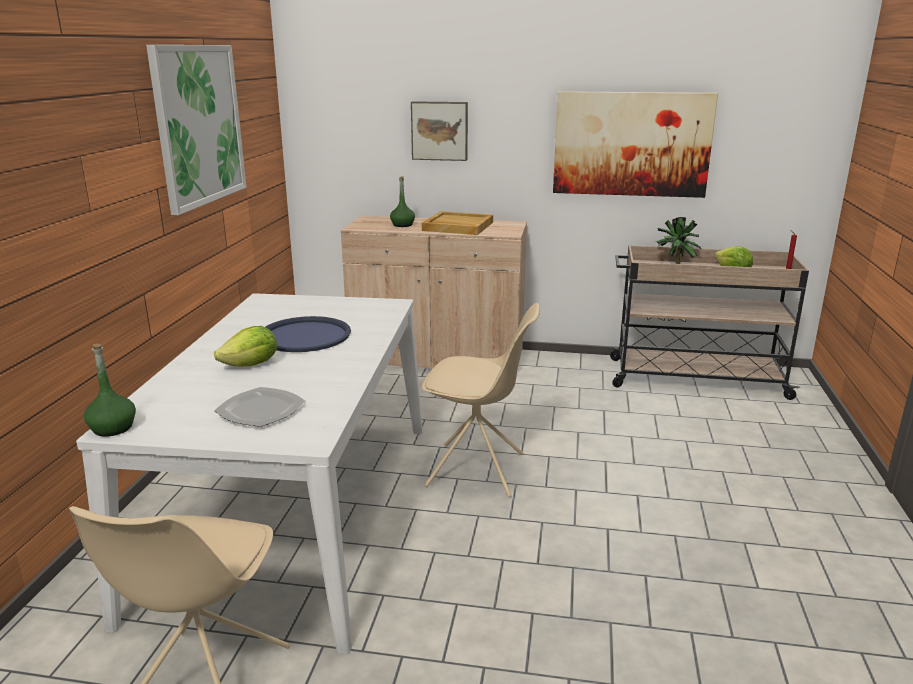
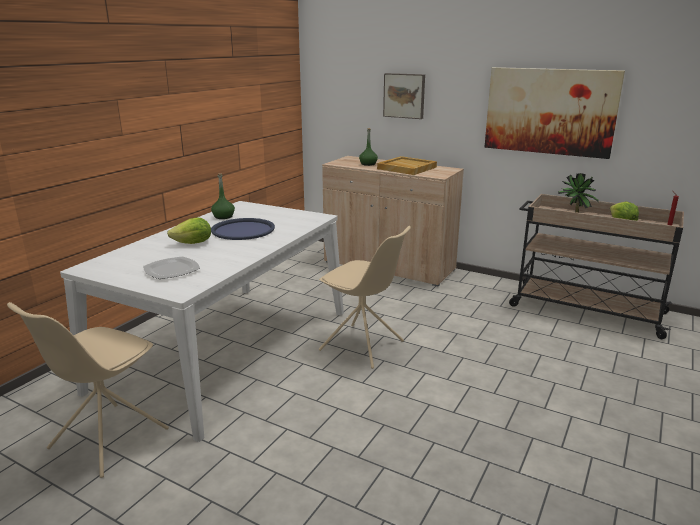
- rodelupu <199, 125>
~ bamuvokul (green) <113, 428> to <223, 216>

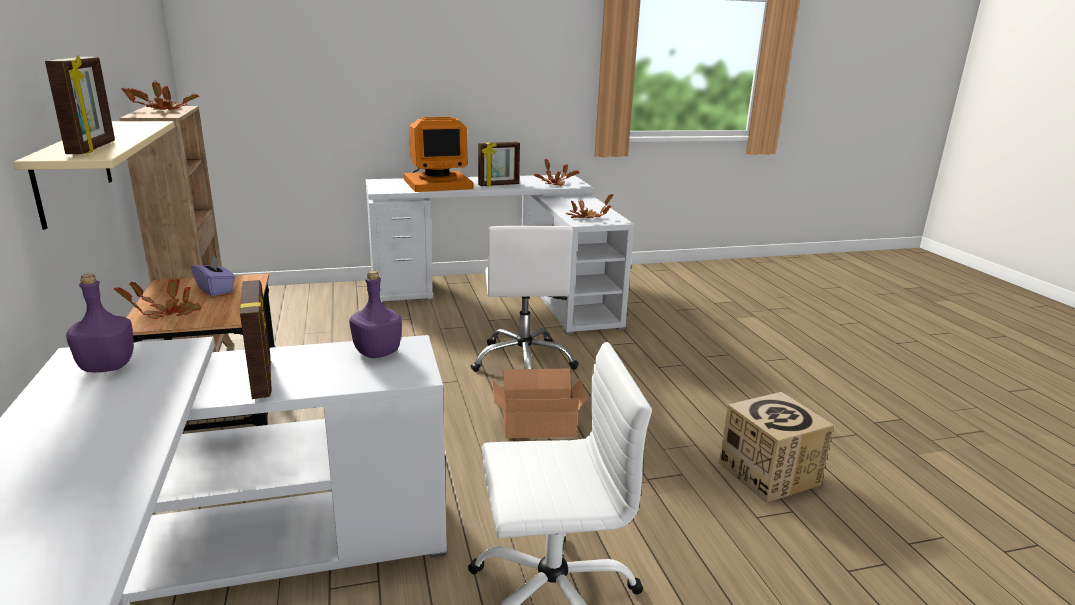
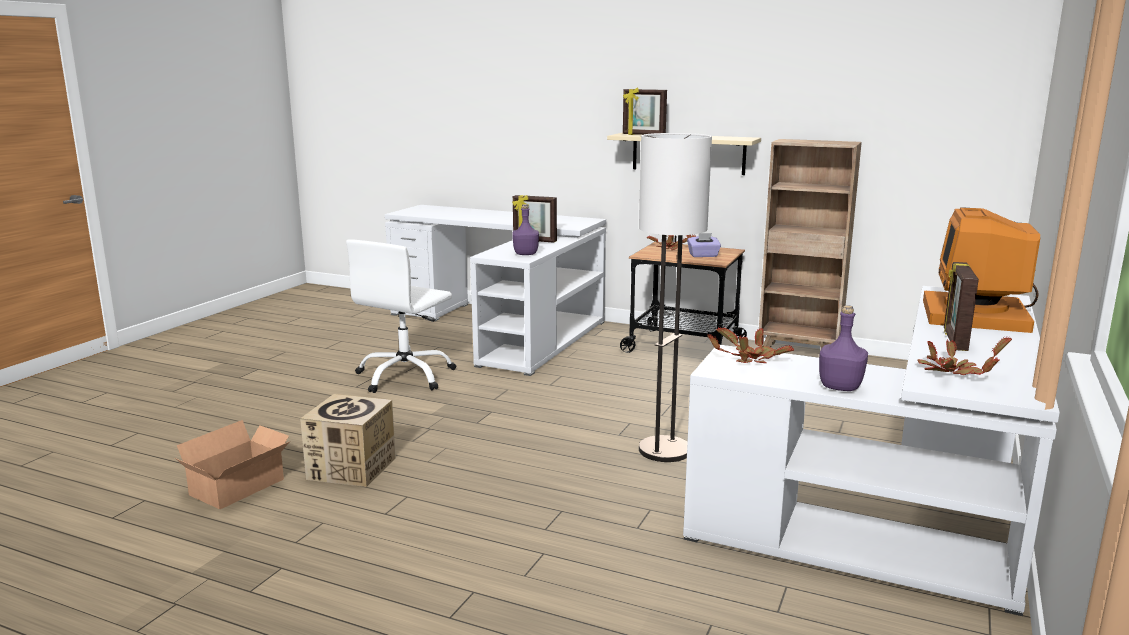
- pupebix <163, 110>
~ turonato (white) <524, 362> to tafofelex <664, 450>
~ bamuvokul (purple) <106, 366> to <840, 386>
~ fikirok <536, 423> to <241, 487>

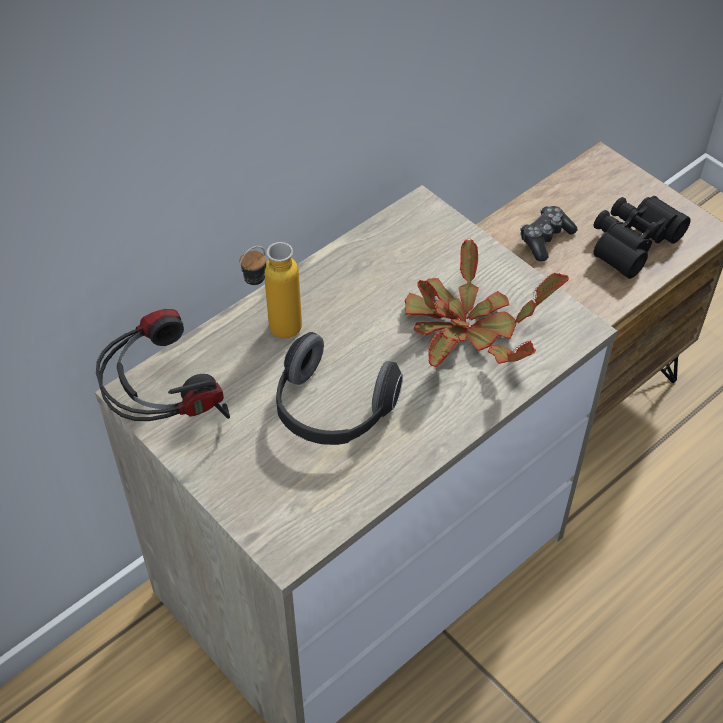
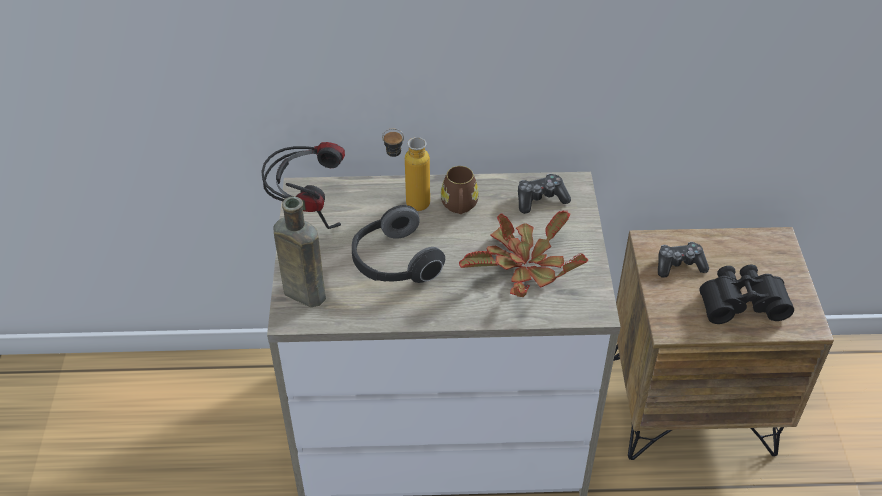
+ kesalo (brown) <459, 207>
+ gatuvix <540, 199>
+ bamuvokul (brown) <301, 292>

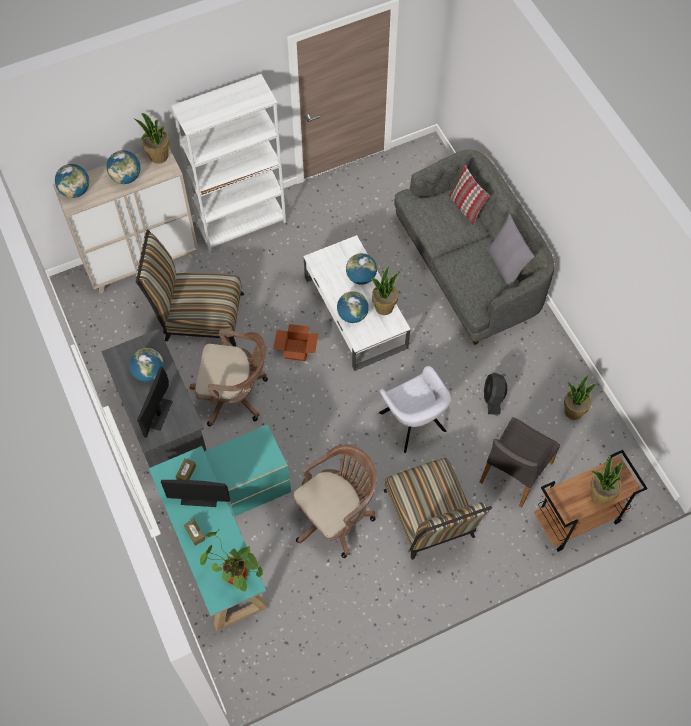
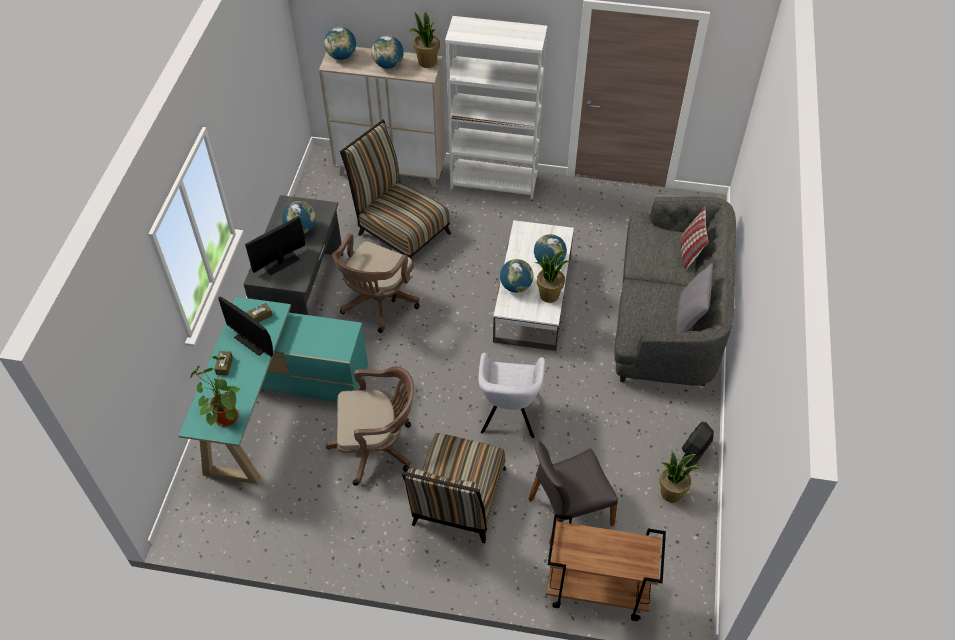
- fikirok <296, 349>
~ turonato (brown) <234, 395> = <377, 304> 75 degrees clockwise
~ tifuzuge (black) <493, 398> to <694, 452>
- pupebix <600, 494>

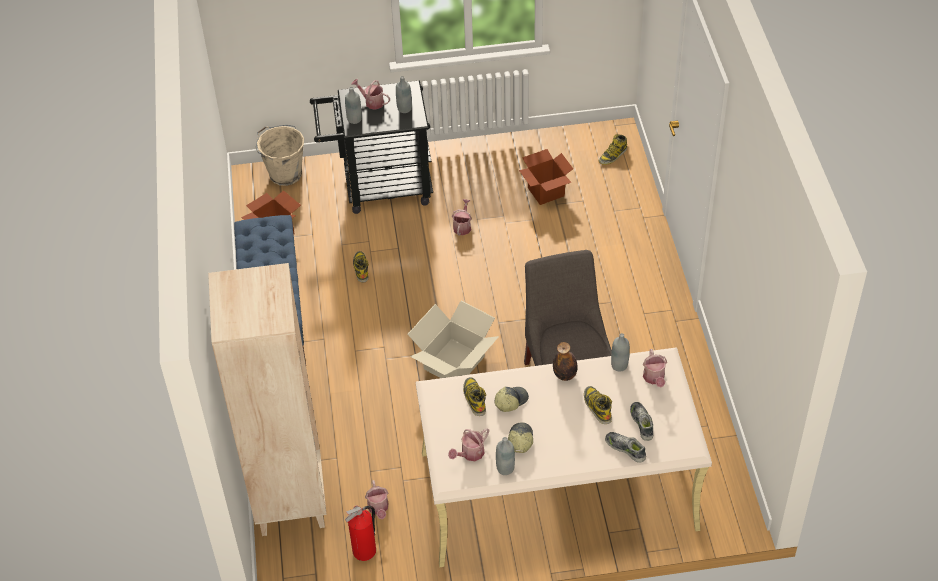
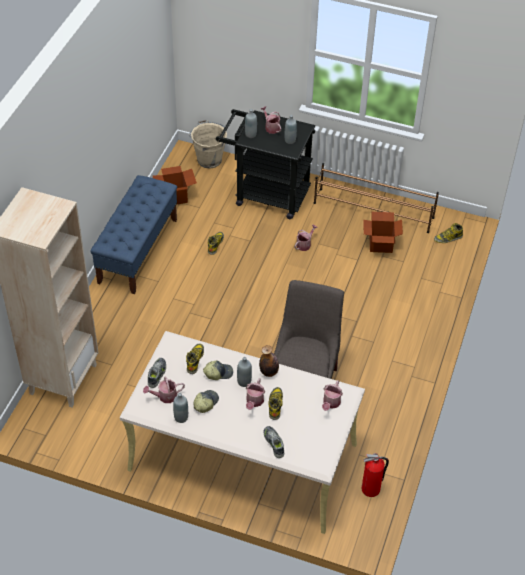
- fikirok <455, 362>
~ bamuvokul (grey) <619, 365> to <244, 382>
~ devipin <642, 423> to <157, 374>
~ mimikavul <378, 508> to <254, 402>
~ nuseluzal <365, 551> to <371, 489>
+ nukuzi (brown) <374, 211>

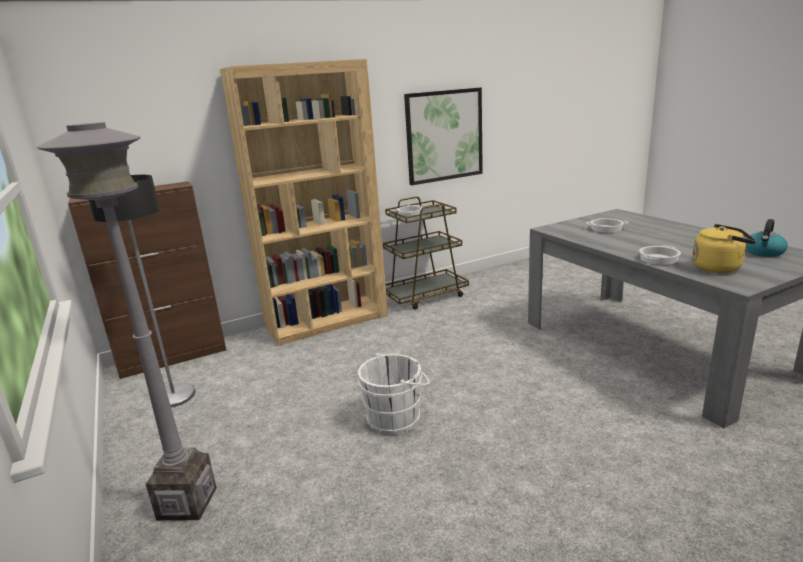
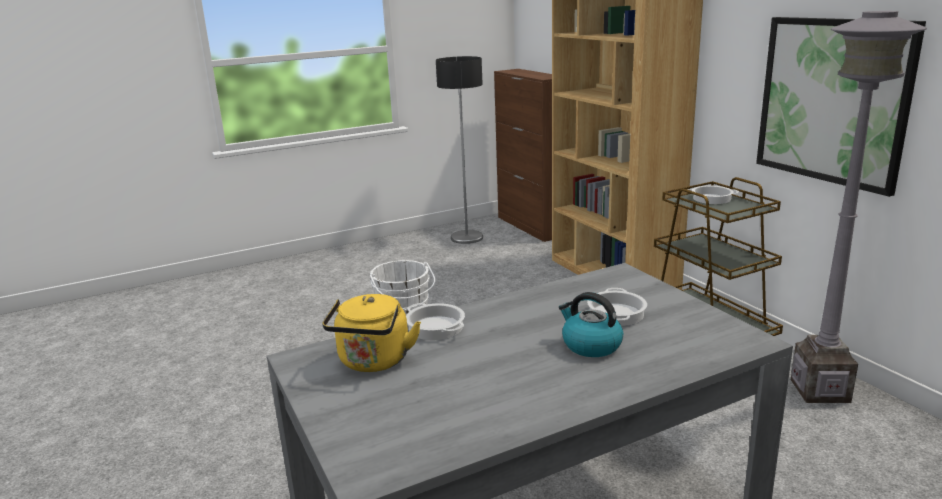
~ tafofelex (grey) <187, 502> to <820, 390>
~ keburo <764, 252> to <590, 345>

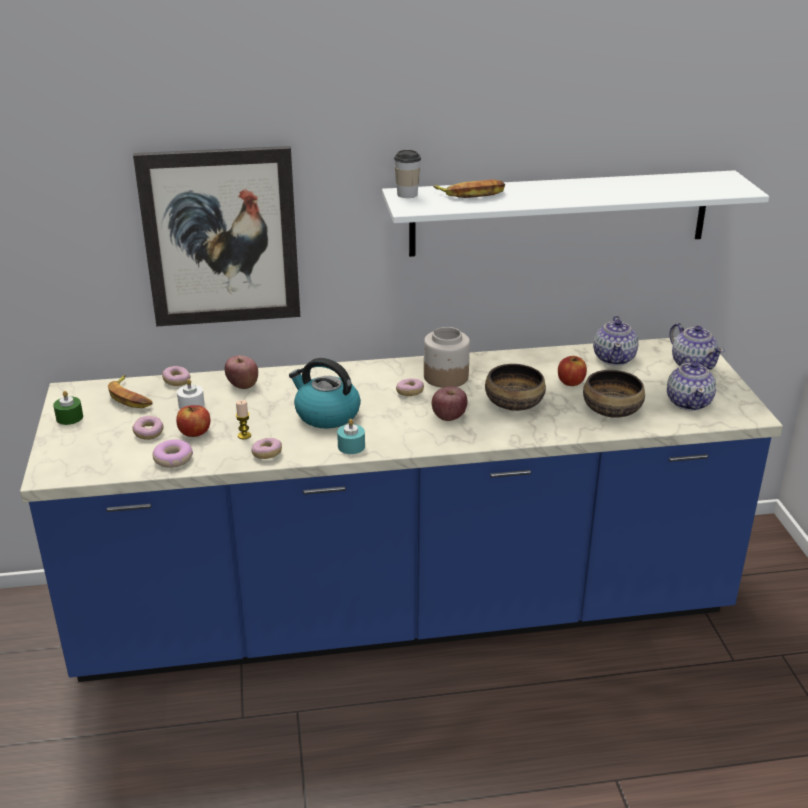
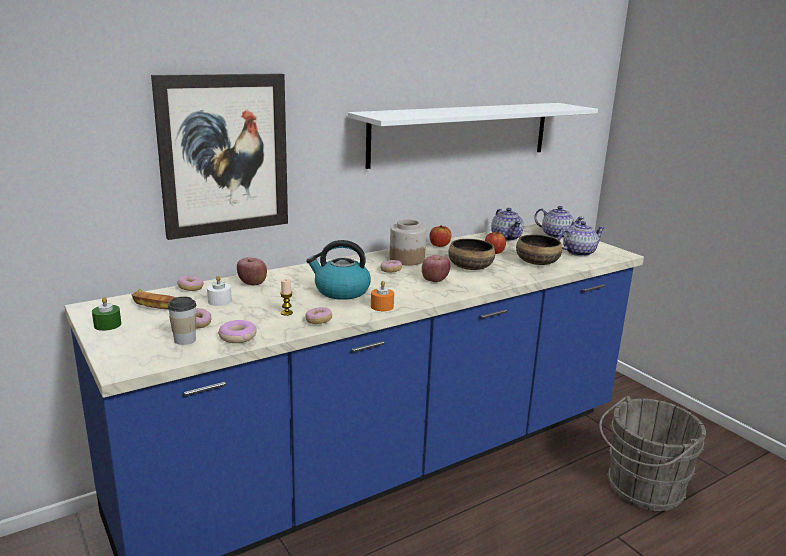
~ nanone <407, 194> to <185, 340>
- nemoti <471, 194>
~ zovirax <689, 402> = <578, 252> 90 degrees counterclockwise
~ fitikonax <194, 432> to <439, 245>
~ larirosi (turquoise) <351, 446> to larirosi (orange) <382, 306>
+ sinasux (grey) <641, 489>

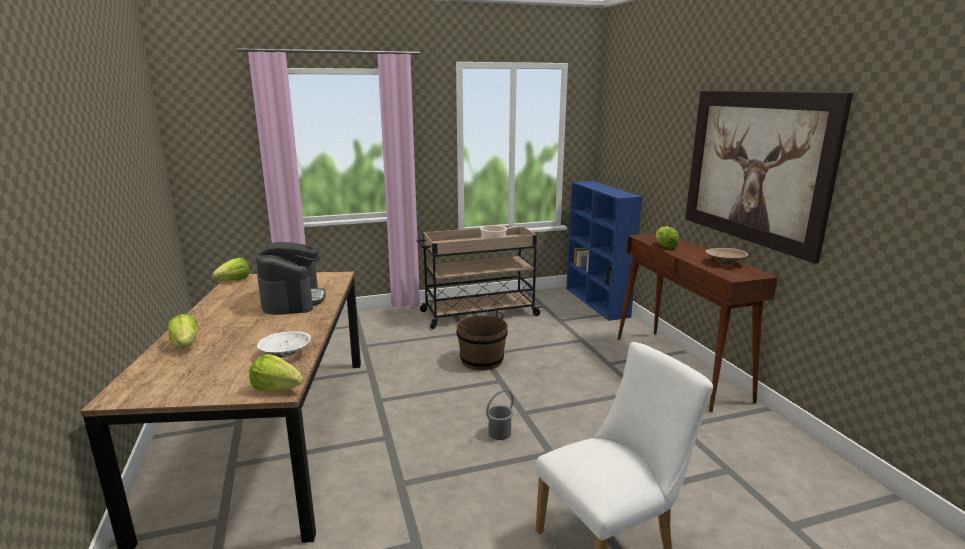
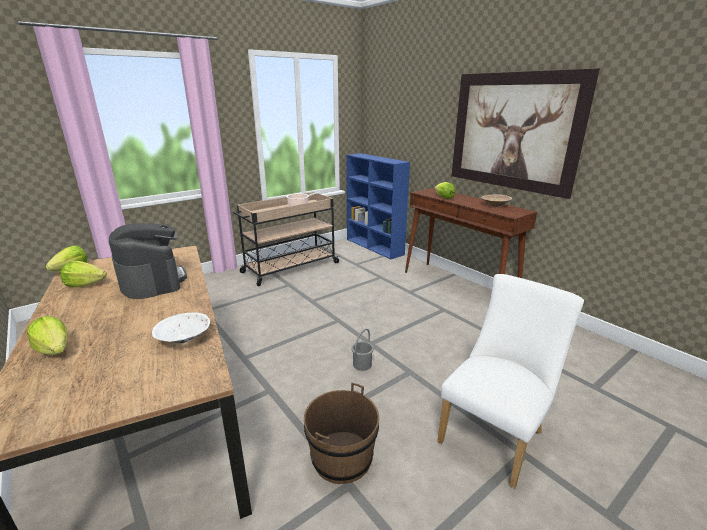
~ sinasux (brown) <481, 360> to <341, 457>
~ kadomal <277, 388> to <85, 285>

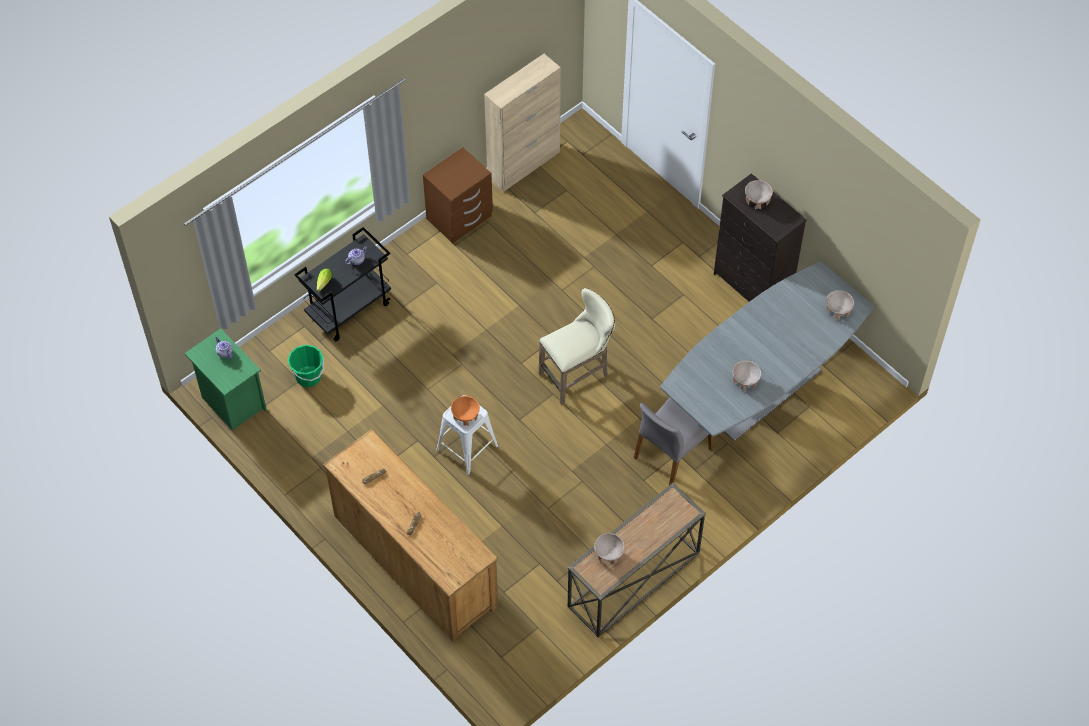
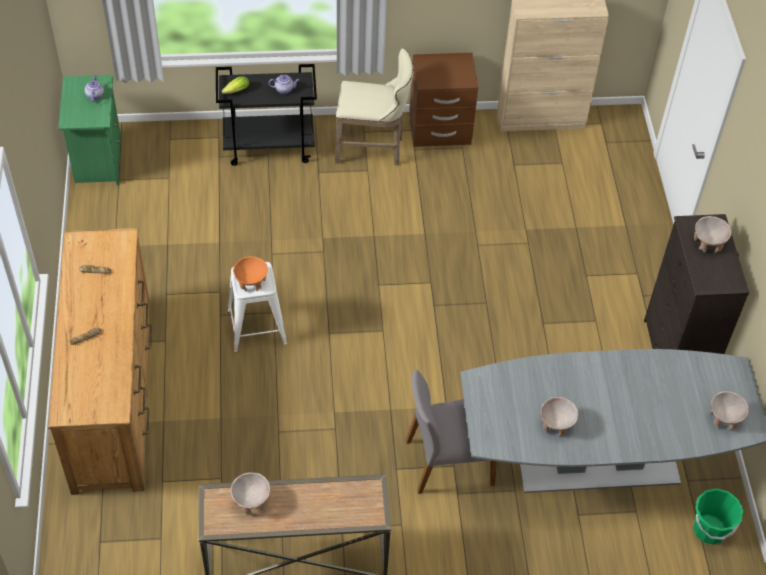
~ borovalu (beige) <578, 375> to <373, 150>
~ sinasux (green) <308, 376> to <709, 529>

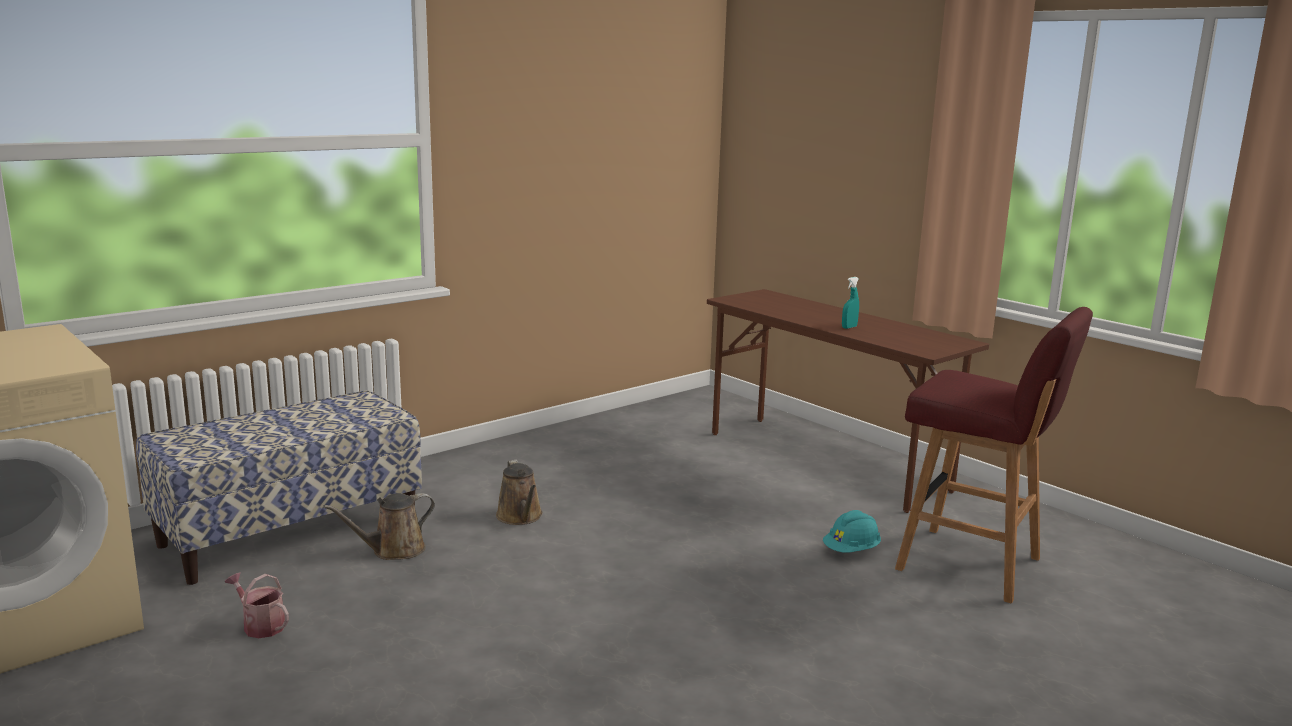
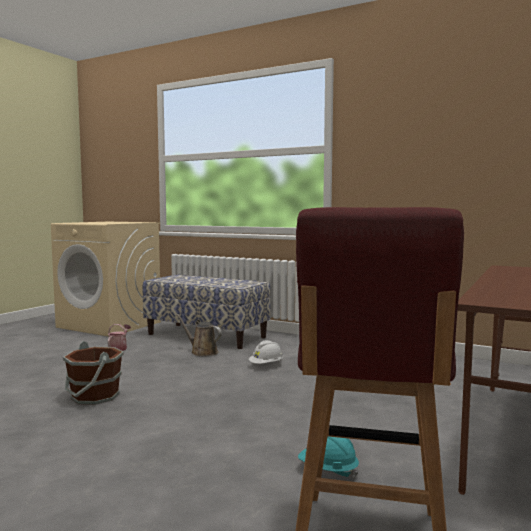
- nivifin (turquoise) <849, 327>
~ mimikavul (brown) <520, 517> to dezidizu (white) <266, 365>
+ sinasux (brown) <94, 396>

